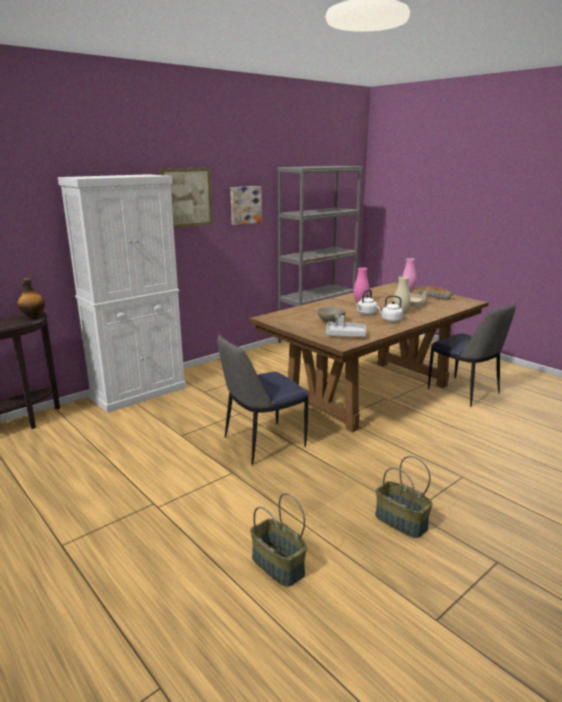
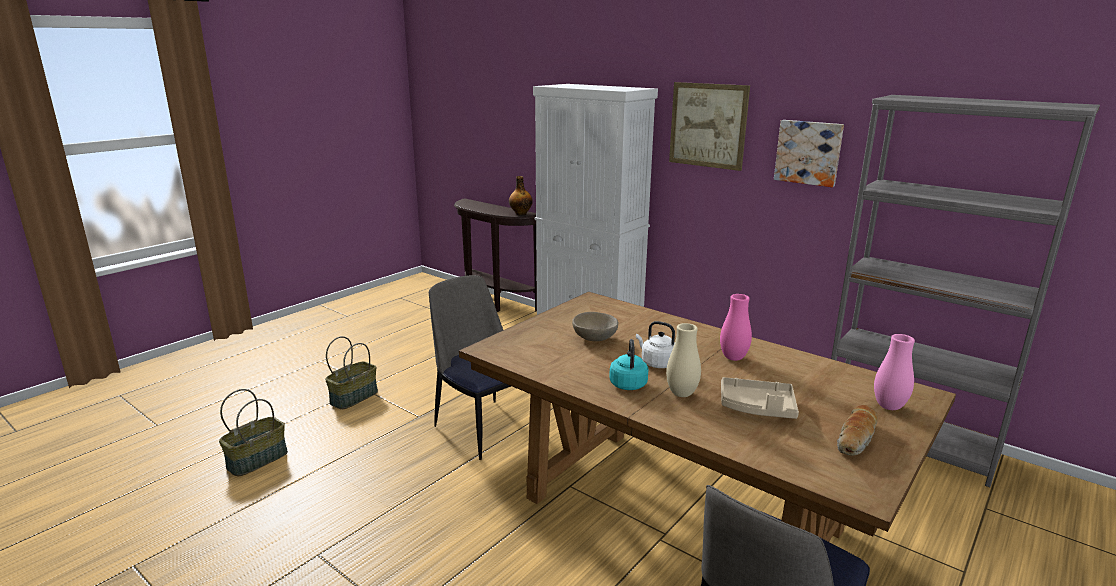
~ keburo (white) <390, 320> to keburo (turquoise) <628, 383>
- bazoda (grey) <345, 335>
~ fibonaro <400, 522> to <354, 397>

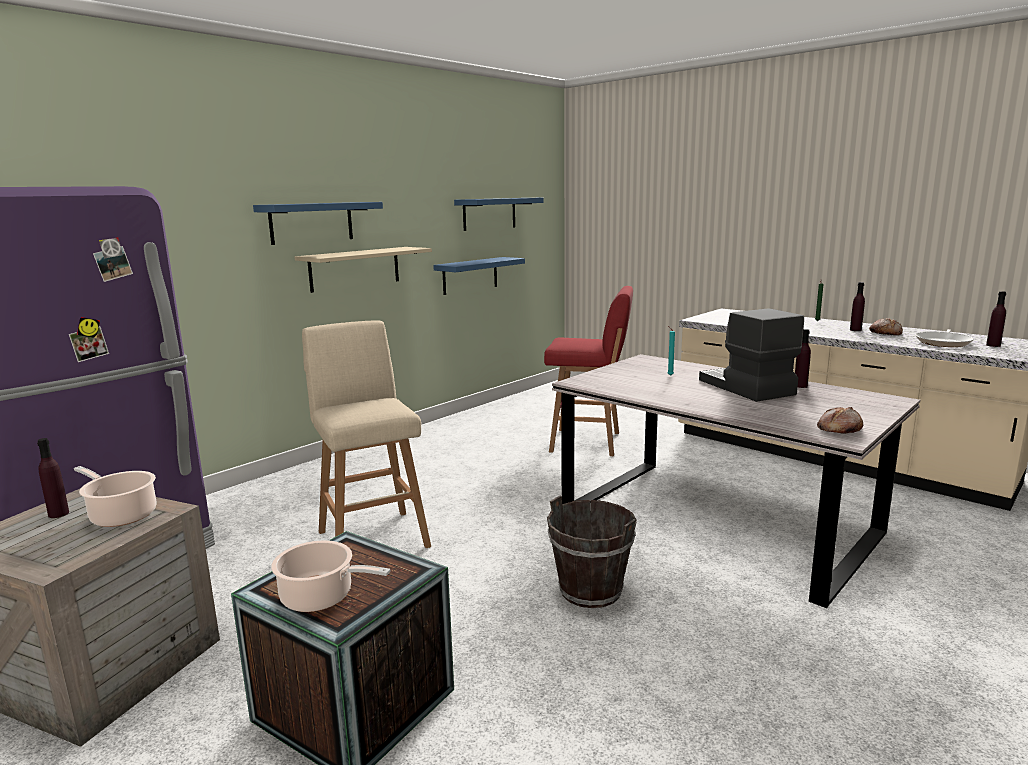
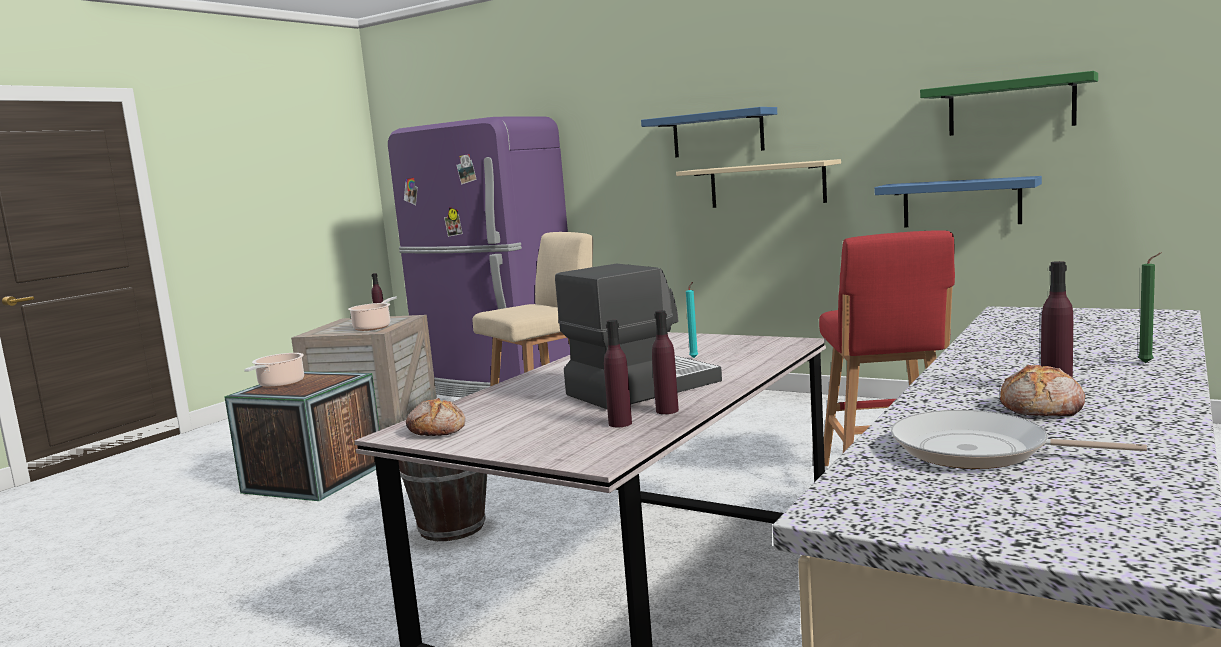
~ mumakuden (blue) <489, 214> to mumakuden (green) <1010, 106>
~ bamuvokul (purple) <993, 345> to <620, 423>

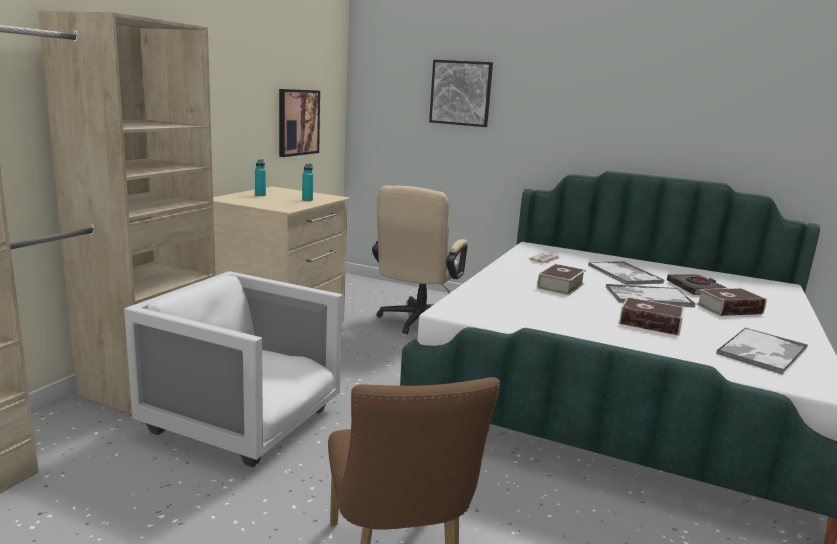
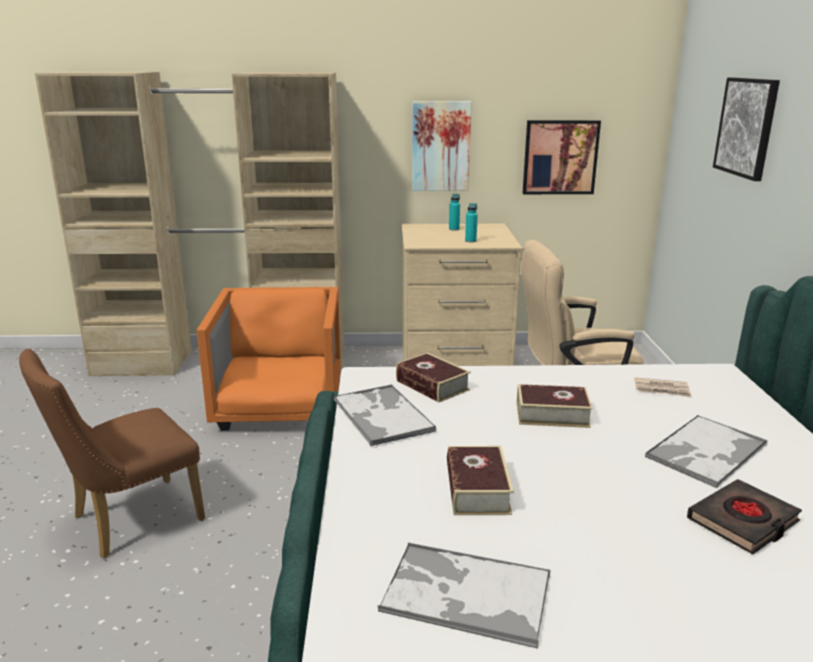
~ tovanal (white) <244, 420> to tovanal (orange) <280, 406>
~ bazoda <647, 297> to <382, 415>
~ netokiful <729, 309> to <432, 385>
+ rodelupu <440, 146>

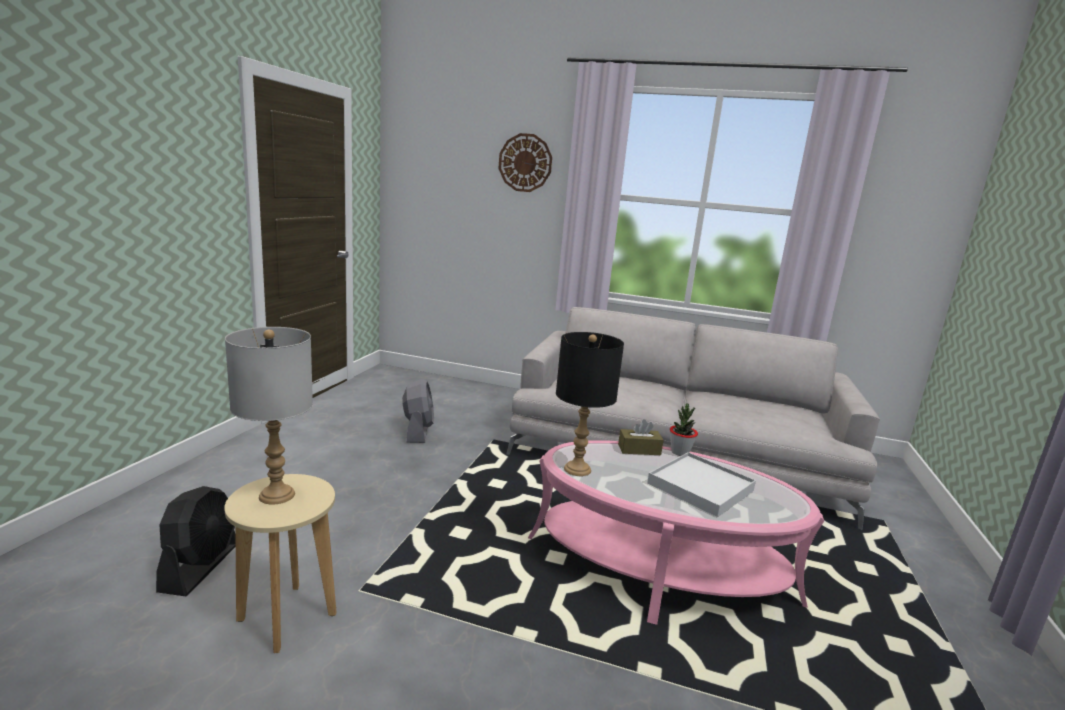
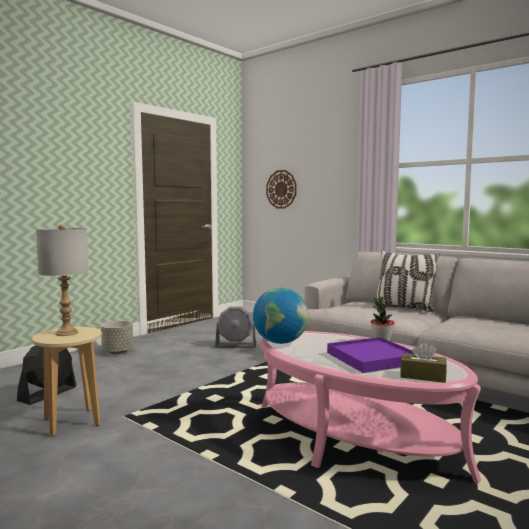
~ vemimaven <525, 163> to <281, 189>
~ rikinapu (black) <577, 469> to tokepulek <280, 342>
~ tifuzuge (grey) <418, 431> = <236, 345> 75 degrees clockwise
~ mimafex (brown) <639, 449> to <423, 376>
~ bazoda (white) <700, 487> to bazoda (purple) <372, 358>
+ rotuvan <404, 308>
+ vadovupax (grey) <117, 352>

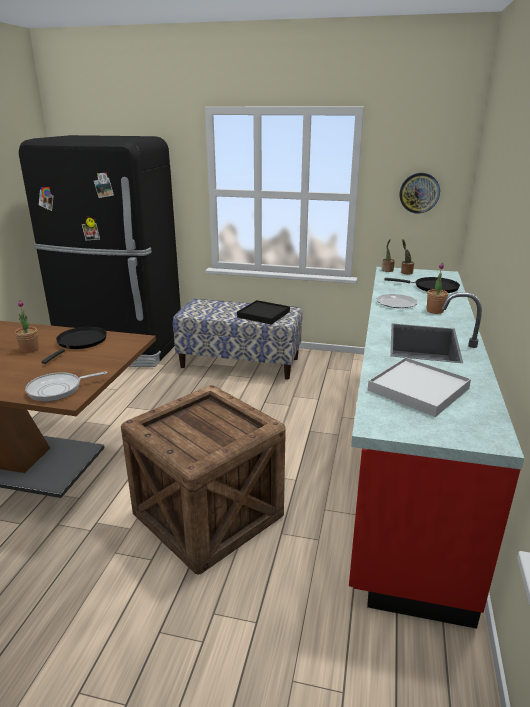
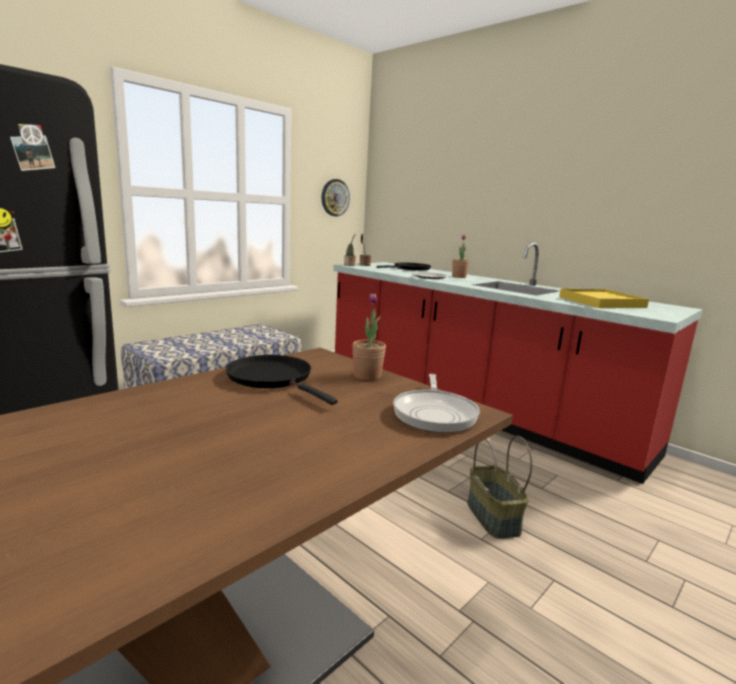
~ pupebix <29, 349> to <367, 376>
- bazoda (black) <263, 314>
~ bazoda (white) <418, 389> to bazoda (yellow) <601, 302>
~ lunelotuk <208, 514> to fibonaro <491, 517>

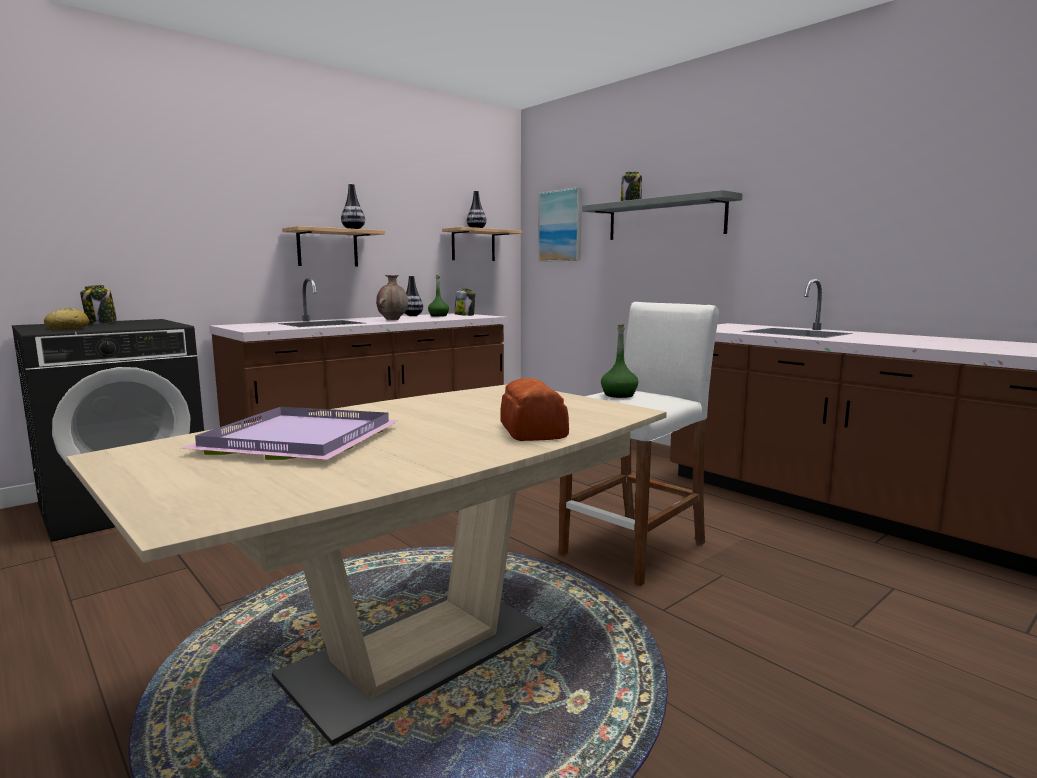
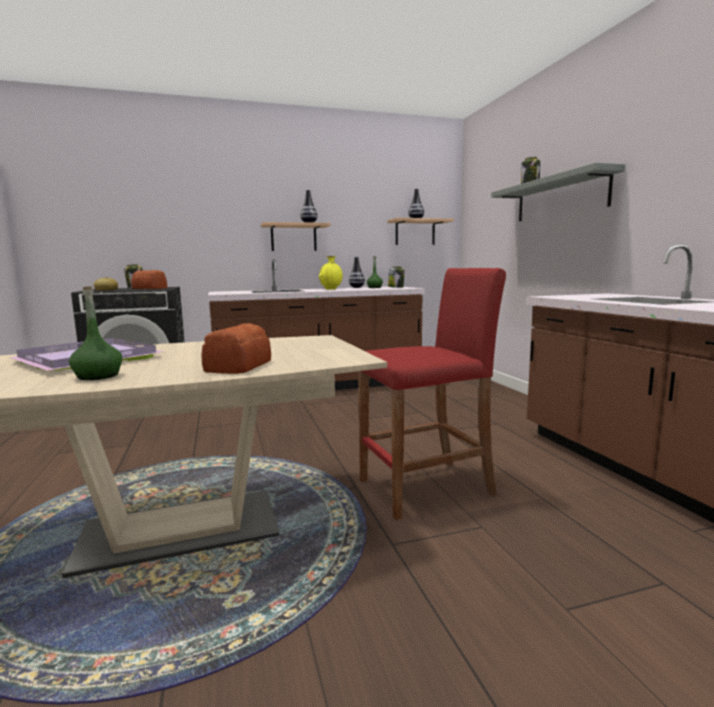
- rodelupu <560, 226>
~ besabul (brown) <392, 320> to besabul (yellow) <331, 289>
~ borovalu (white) <634, 548> to borovalu (red) <426, 488>
~ bamuvokul (green) <618, 395> to <98, 376>
+ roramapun <149, 288>

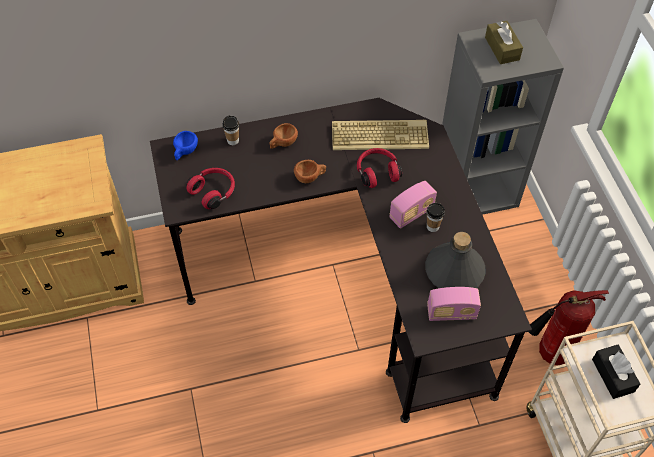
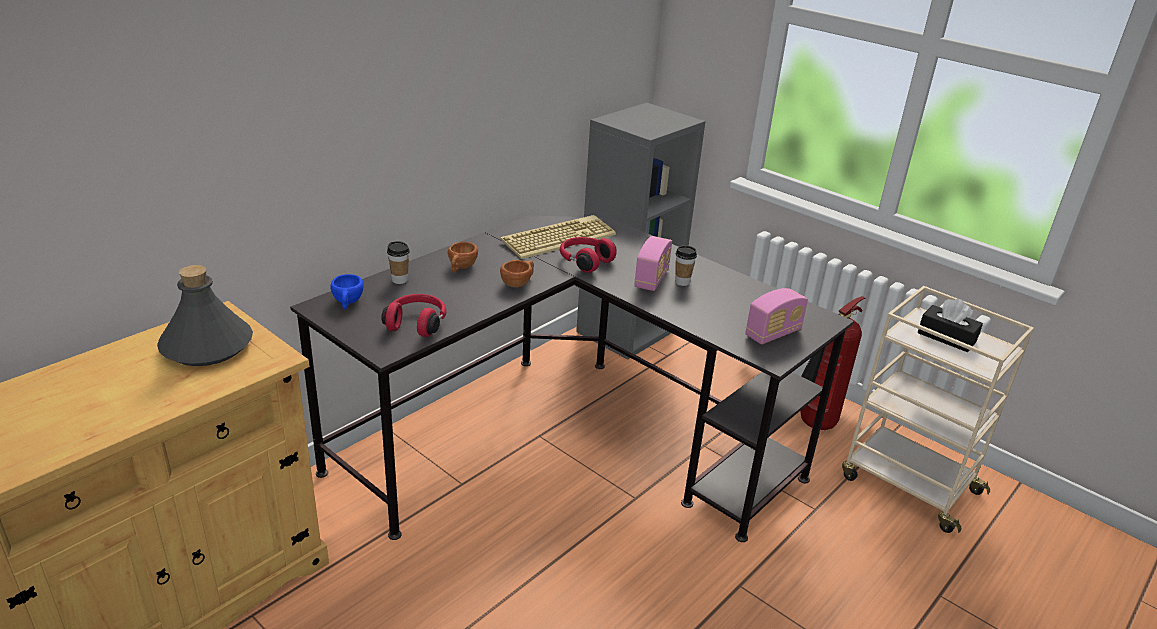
- mimafex (brown) <502, 48>
~ bamuvokul (grey) <454, 271> to <206, 347>

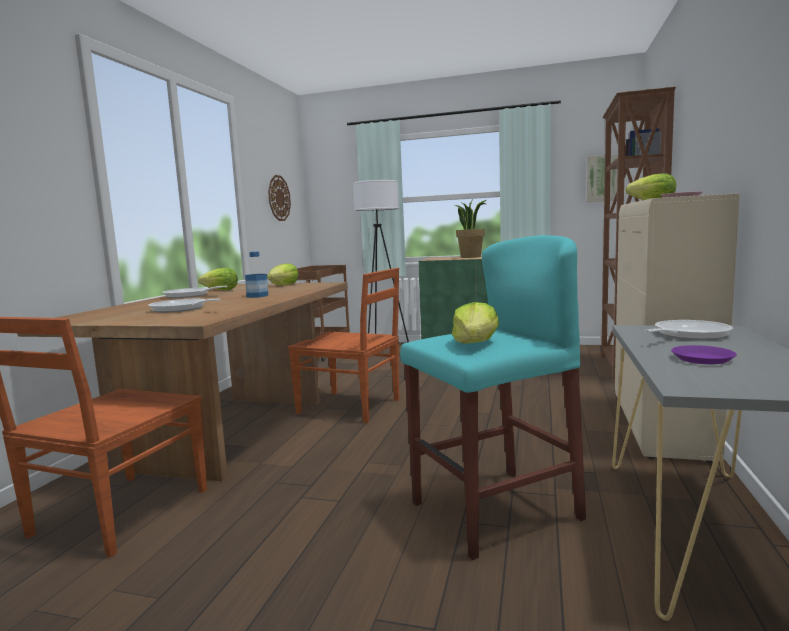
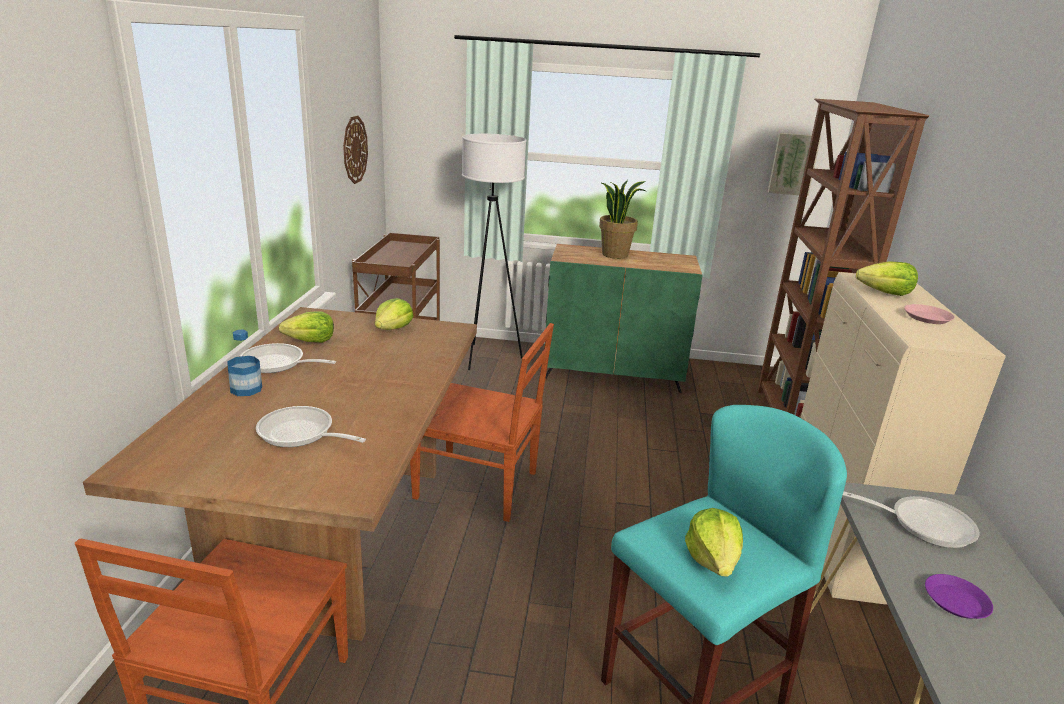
~ bamuvokul <257, 296> to <246, 389>
~ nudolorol <687, 335> = <923, 524> 60 degrees clockwise

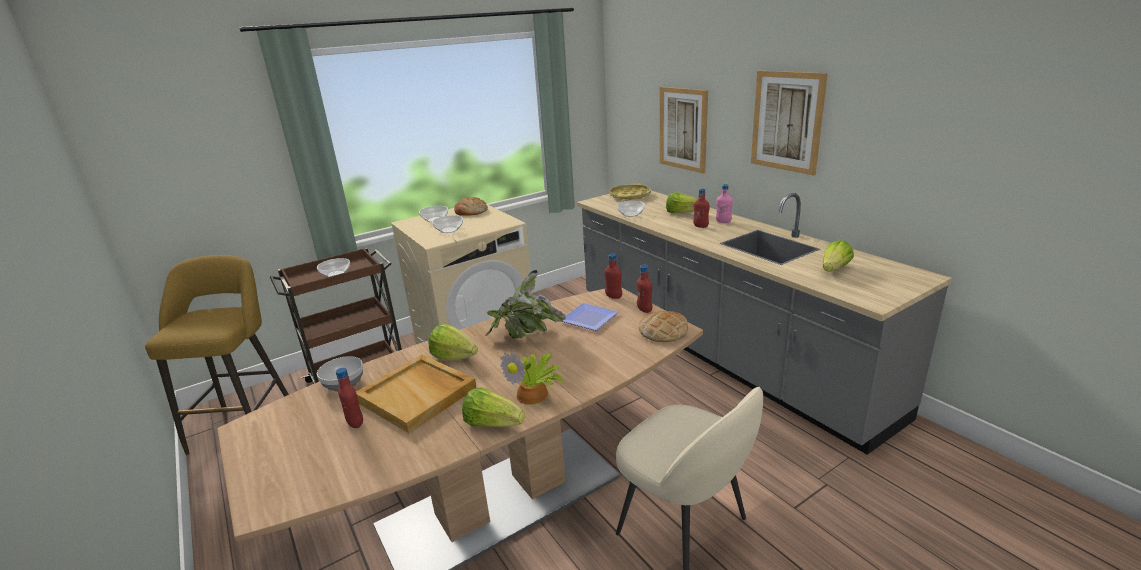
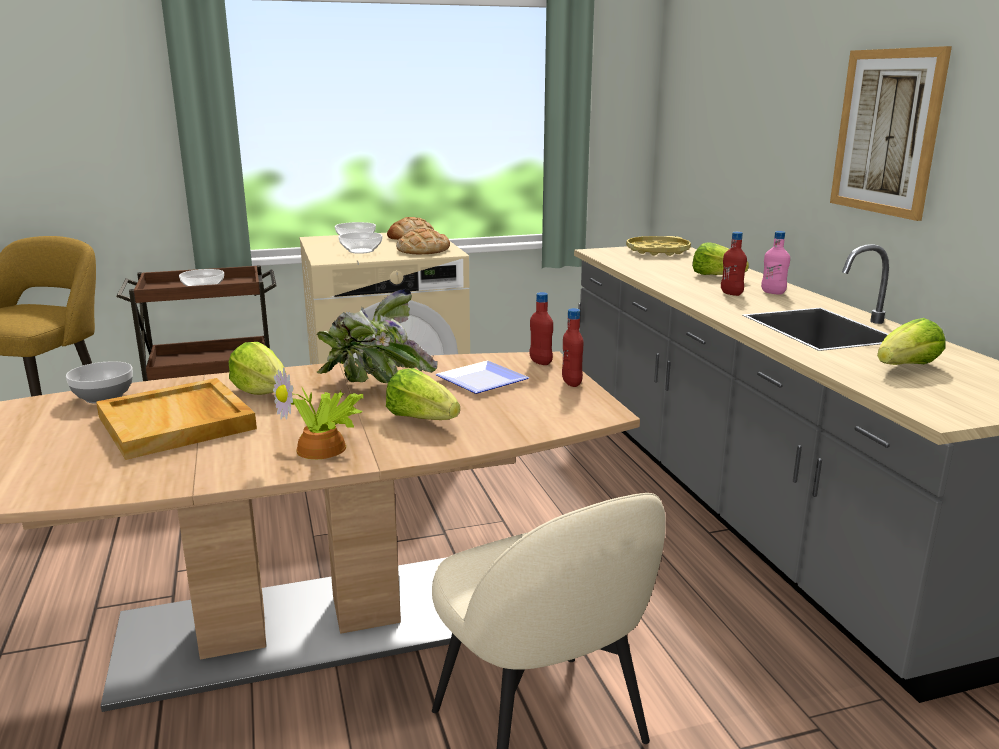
- rodelupu <683, 129>
- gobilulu <631, 214>
~ roramapun <663, 331> to <423, 250>
- bamuvokul (red) <355, 423>
~ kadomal <492, 423> to <421, 419>

